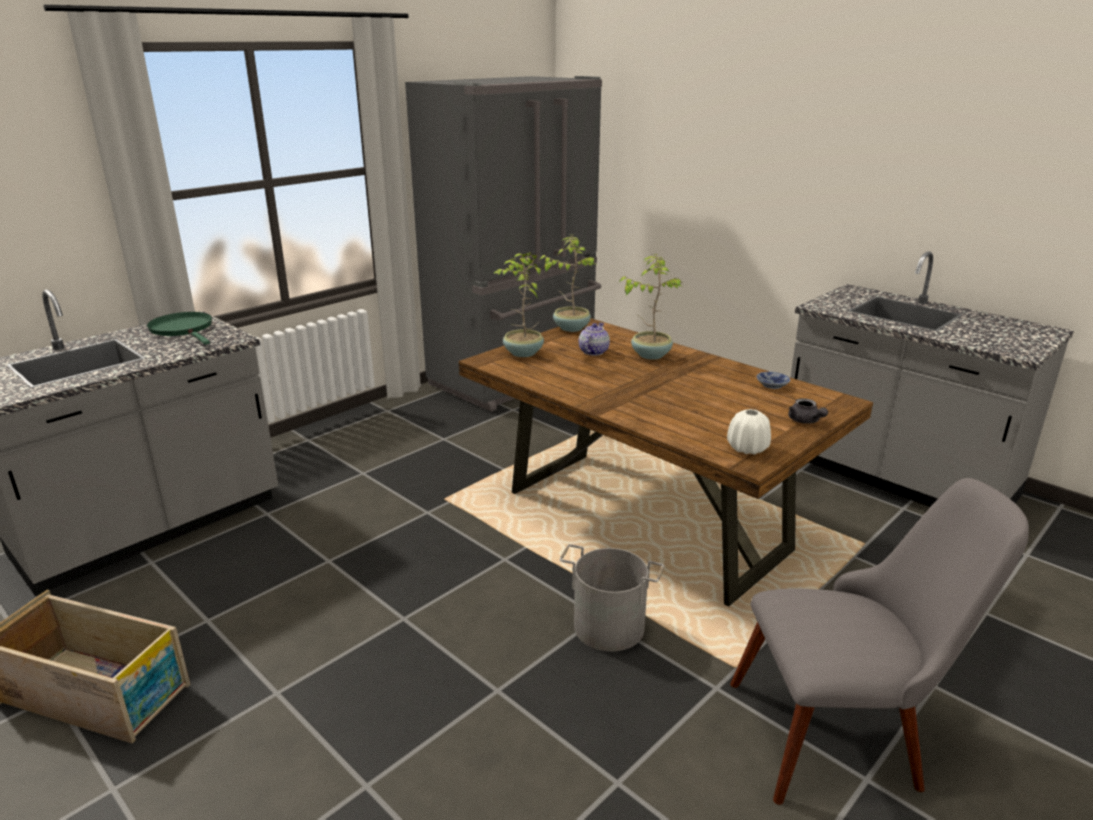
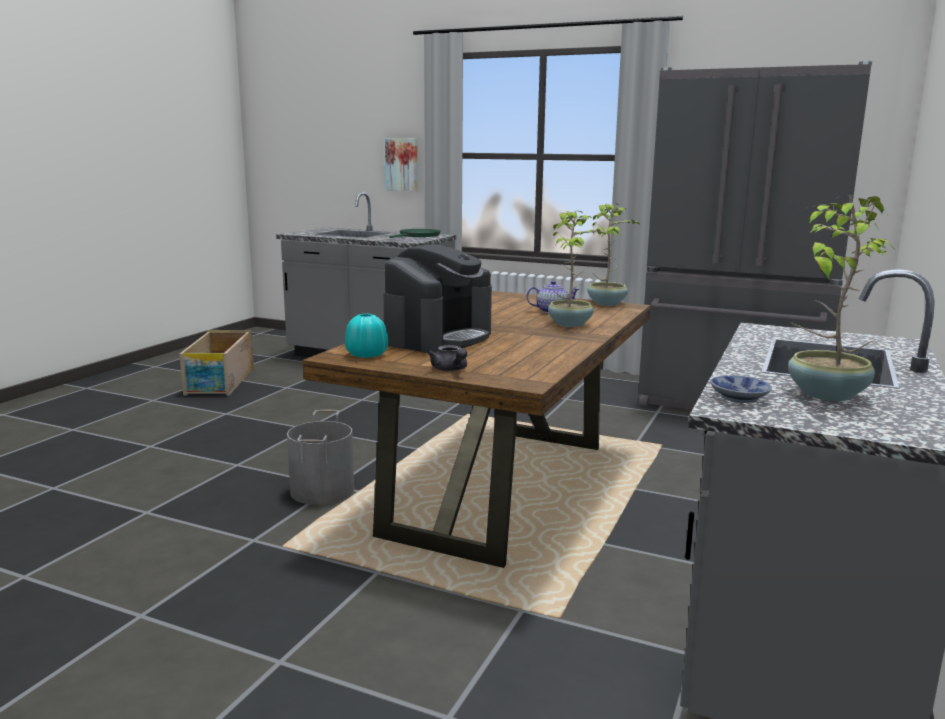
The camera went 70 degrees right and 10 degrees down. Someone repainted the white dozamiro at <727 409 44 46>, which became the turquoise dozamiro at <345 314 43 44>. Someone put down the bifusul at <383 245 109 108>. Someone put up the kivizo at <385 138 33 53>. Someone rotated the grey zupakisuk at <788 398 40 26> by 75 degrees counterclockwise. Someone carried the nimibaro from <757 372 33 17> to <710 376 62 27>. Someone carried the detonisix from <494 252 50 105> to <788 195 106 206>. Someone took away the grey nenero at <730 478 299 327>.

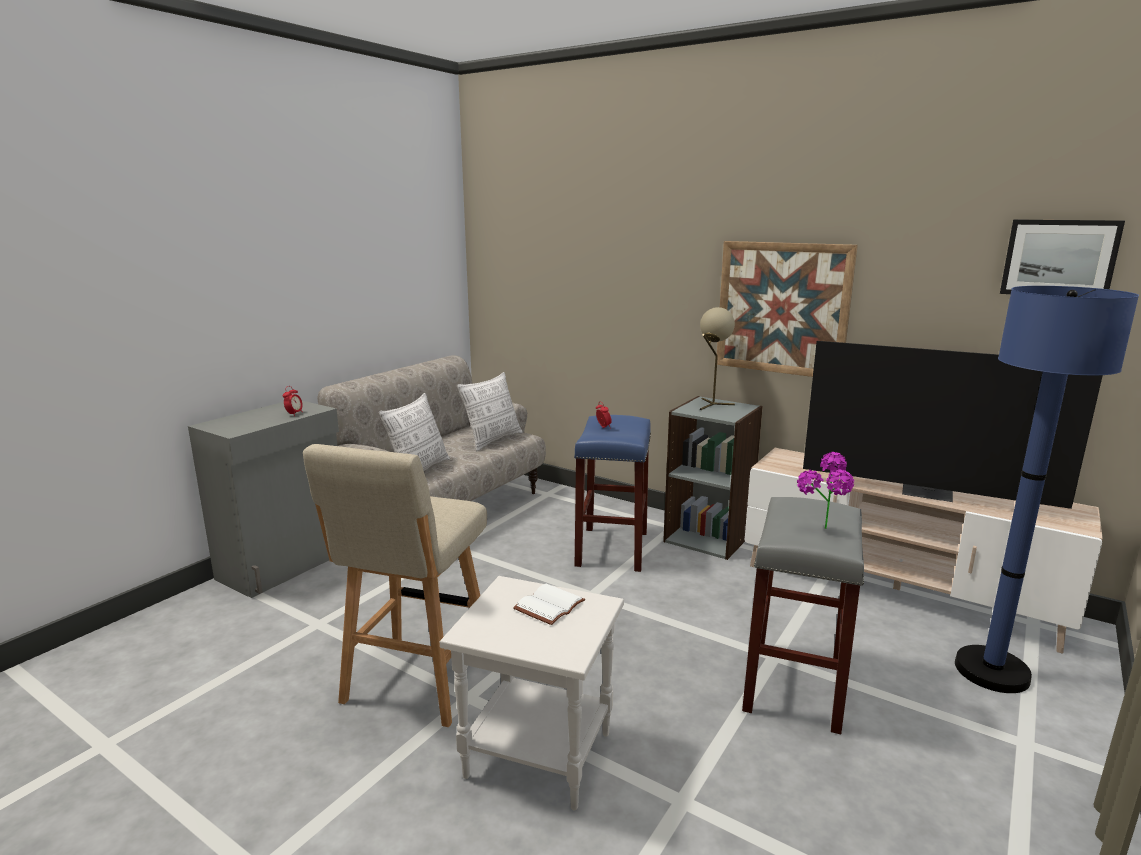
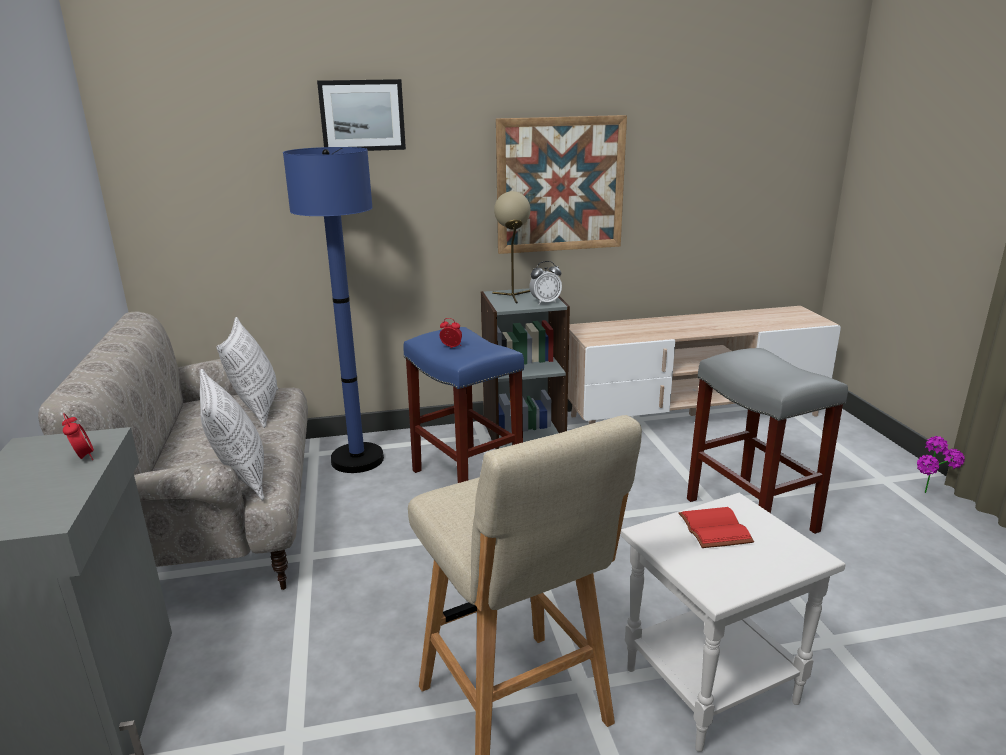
The camera went 45 degrees left and 5 degrees up. Someone carried the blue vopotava from <955 286 184 407> to <283 147 101 326>. Someone carried the kivizo from <1000 219 125 75> to <317 79 89 72>. Someone put down the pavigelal at <529 261 33 44>. Someone repainted the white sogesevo at <513 584 72 41>, which became the red sogesevo at <678 507 76 41>. Someone carried the detonisix from <797 452 57 77> to <917 436 48 57>. Someone took away the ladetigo at <803 341 300 168>.

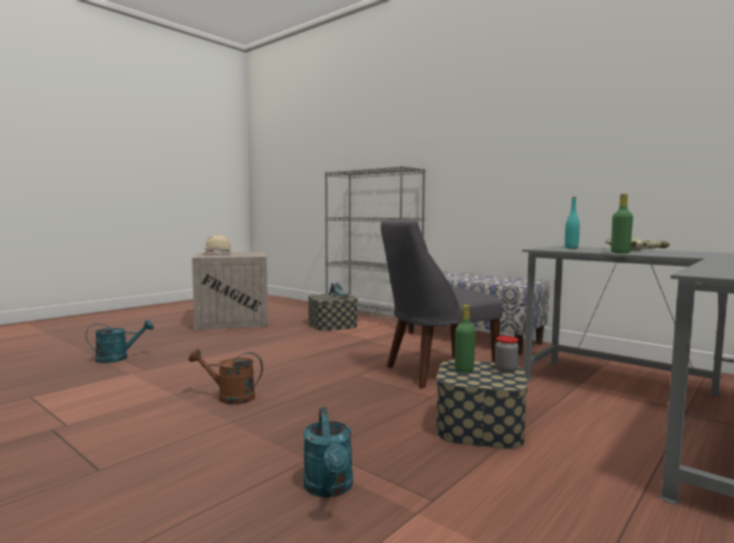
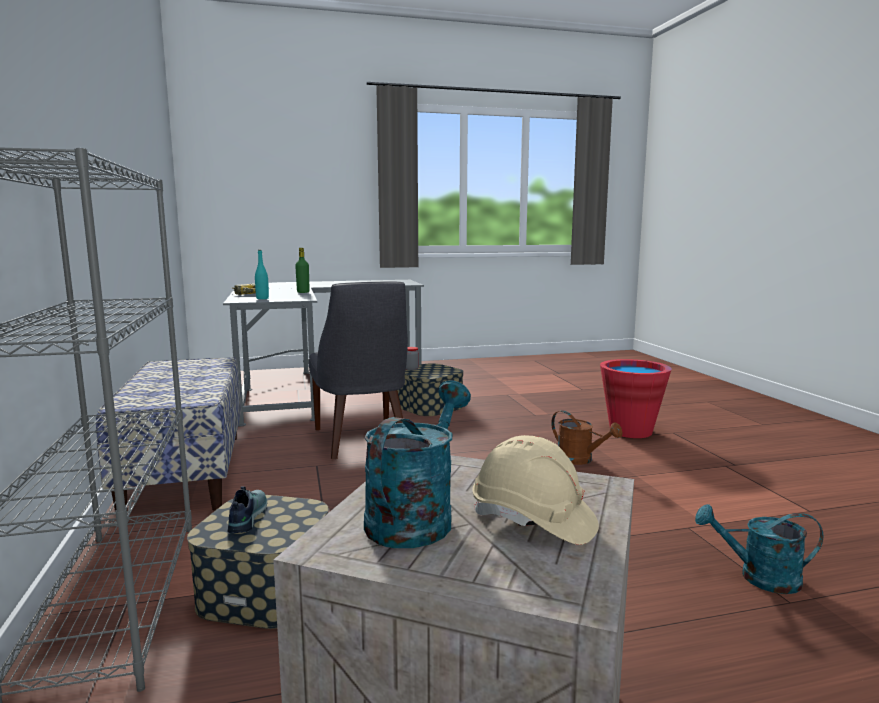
The camera went 145 degrees left and 5 degrees up. Someone rotated the grey nenero at <381 219 122 169> by 60 degrees clockwise. Someone carried the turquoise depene from <303 407 50 91> to <364 380 107 168>. Someone put down the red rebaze at <600 359 72 79>. Someone took away the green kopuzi at <455 305 21 68>.

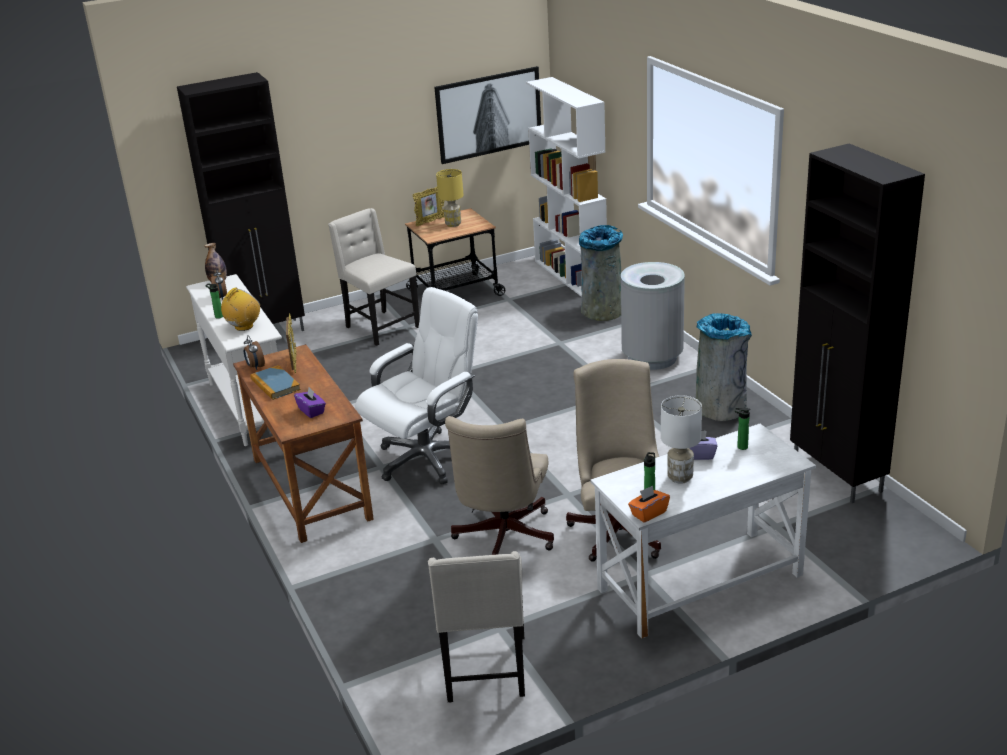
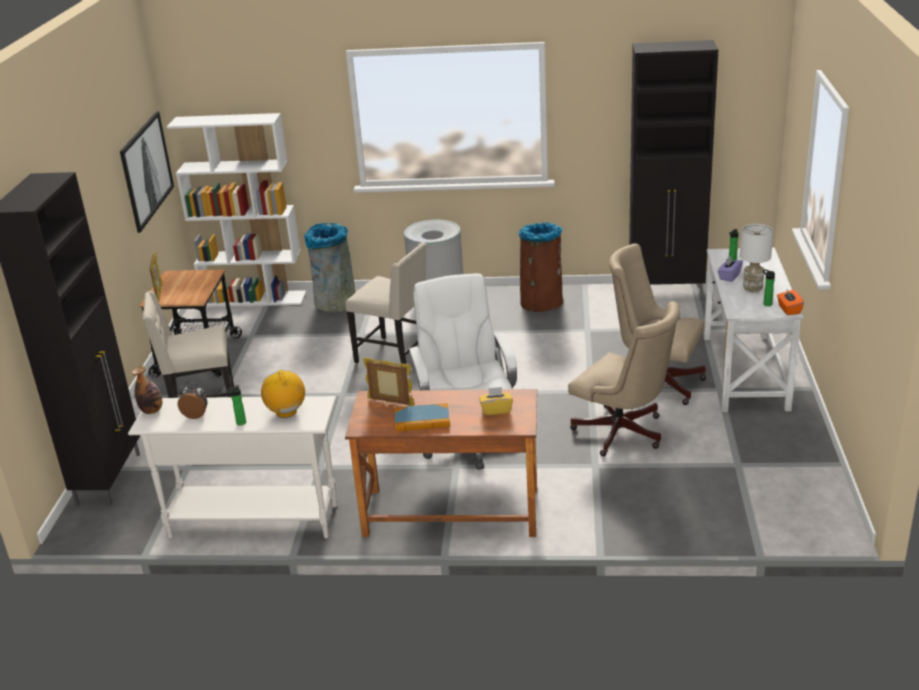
The camera went 60 degrees left and 0 degrees up. Someone carried the beige nenero from <428 551 97 152> to <345 242 82 122>. Someone repainted the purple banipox at <294 388 32 30>, which became the yellow banipox at <479 387 34 28>. Someone repainted the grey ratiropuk at <696 313 56 108>, which became the brown ratiropuk at <518 222 45 90>. Someone took away the pavigelal at <244 335 21 35>. Someone took away the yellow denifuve at <436 169 28 58>.

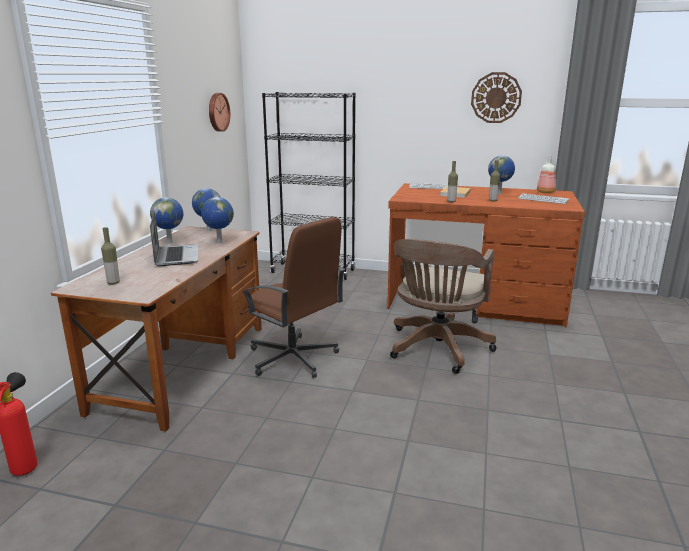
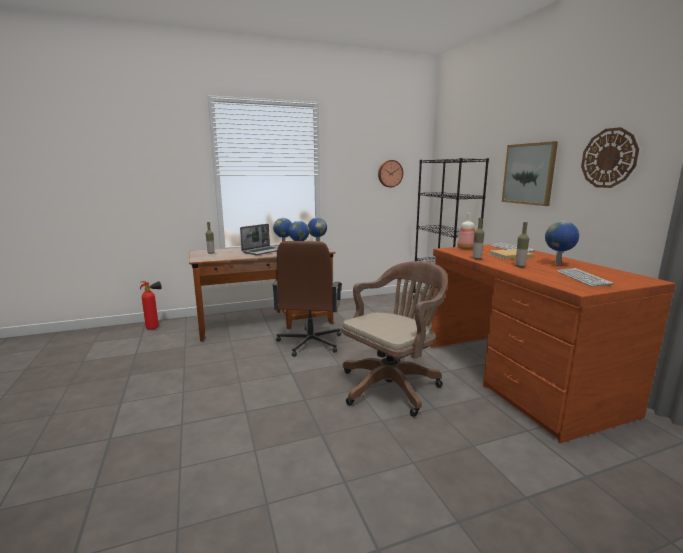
The camera went 55 degrees right and 5 degrees down. Someone rotated the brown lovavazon at <390 239 107 135> by 150 degrees clockwise. Someone carried the kopuzi from <537 155 19 38> to <457 213 18 37>. Someone put up the kivizo at <502 141 56 65>.

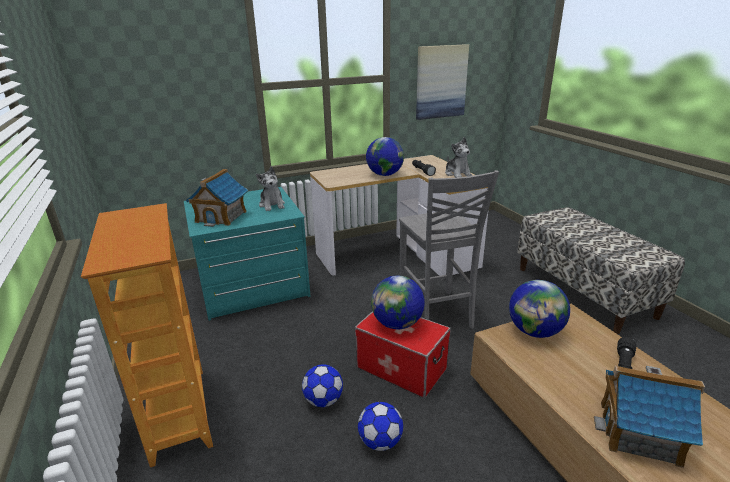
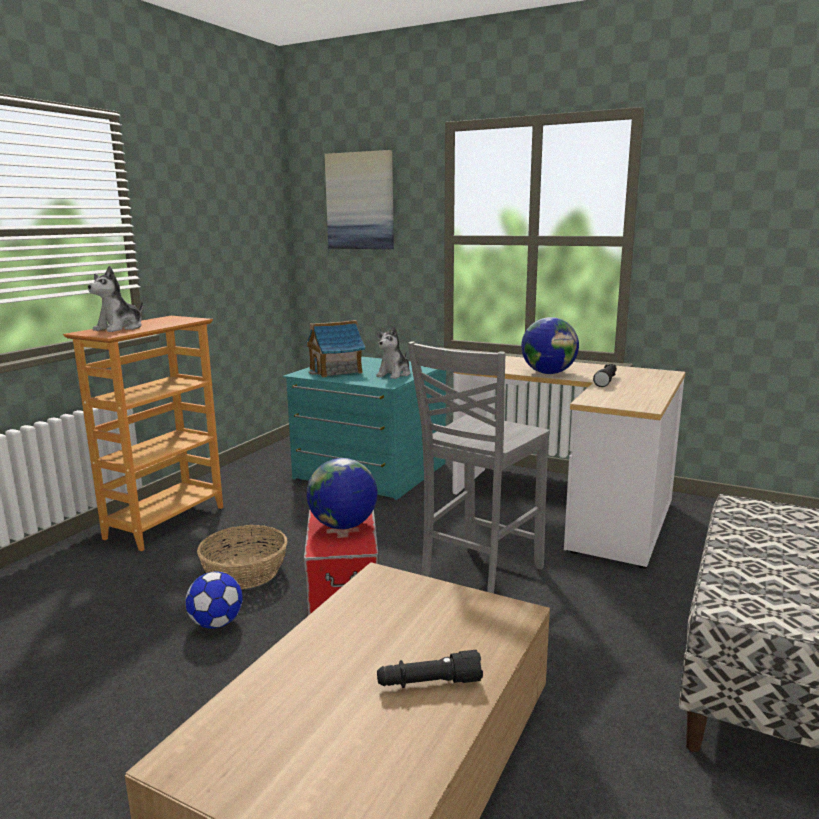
The camera went 50 degrees right and 10 degrees down. Someone carried the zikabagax from <445 137 27 40> to <88 266 55 66>. Someone swapped the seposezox at <302 365 41 42> for the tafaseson at <197 525 91 64>. Someone carried the kivizo from <416 44 53 76> to <325 150 69 99>. Someone took away the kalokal at <509 280 61 58>. Someone took away the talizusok at <594 366 111 102>.

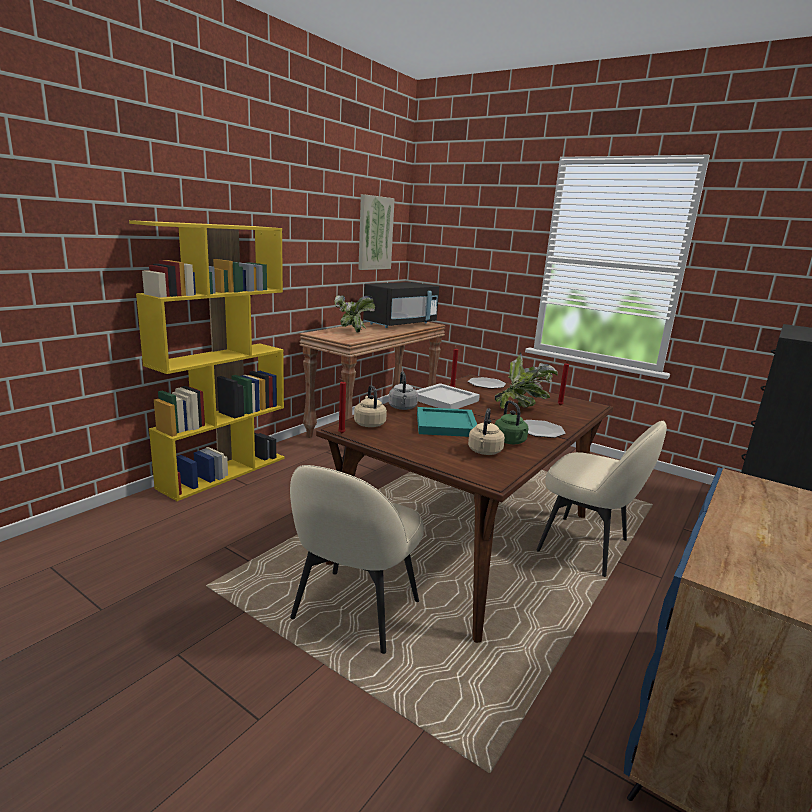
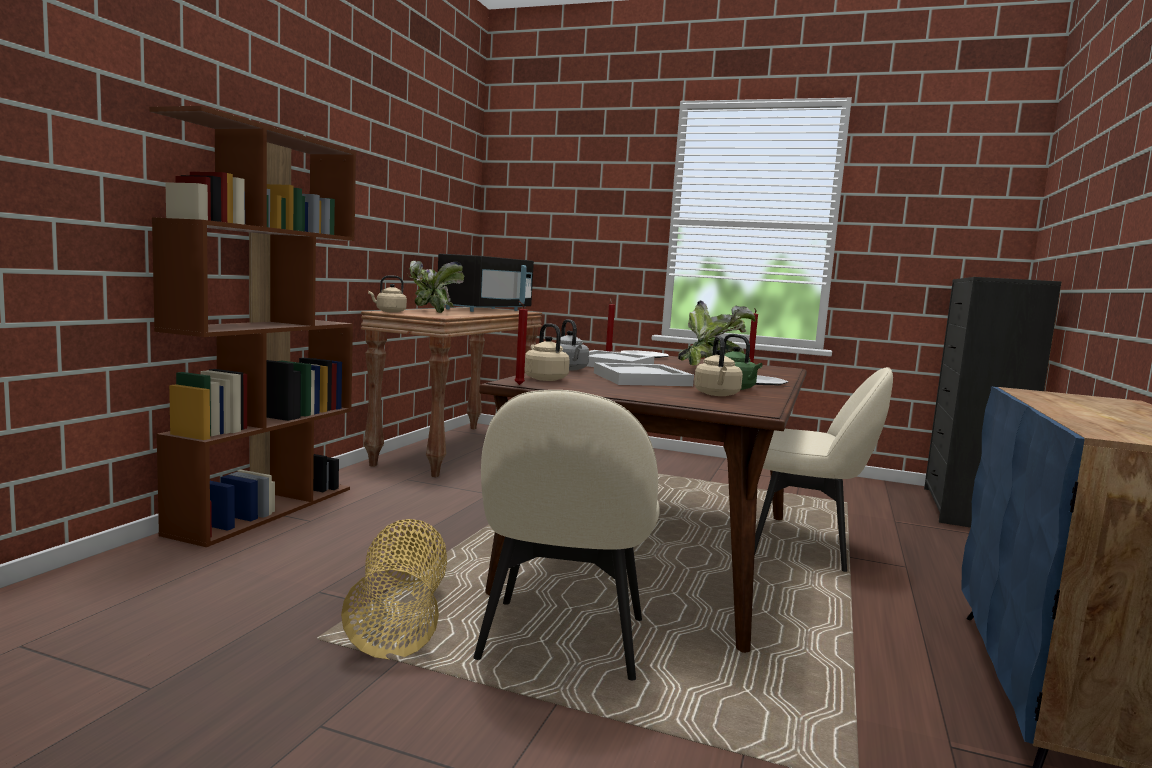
The camera went 15 degrees left and 10 degrees down. Someone repainted the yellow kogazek at <129 220 156 281>, which became the brown kogazek at <149 106 207 441>. Someone put down the tafaseson at <341 519 106 141>. Someone put down the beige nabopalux at <368 276 39 37>. Someone repainted the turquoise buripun at <417 407 60 30>, which became the white buripun at <594 362 100 24>. Someone took away the kivizo at <358 194 37 76>.

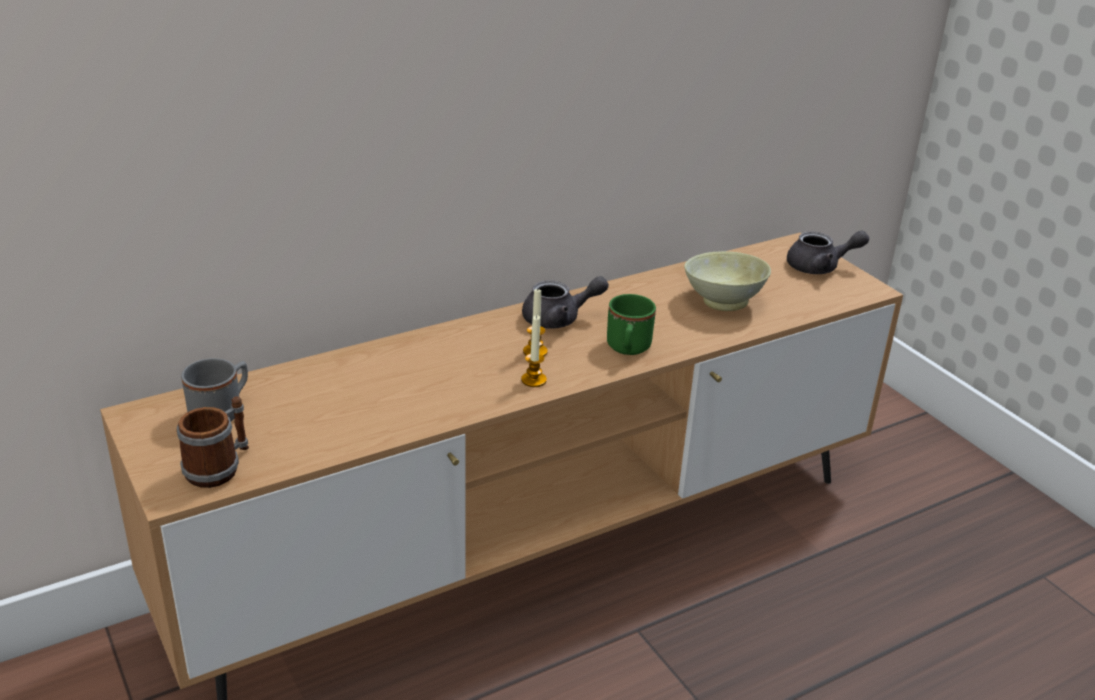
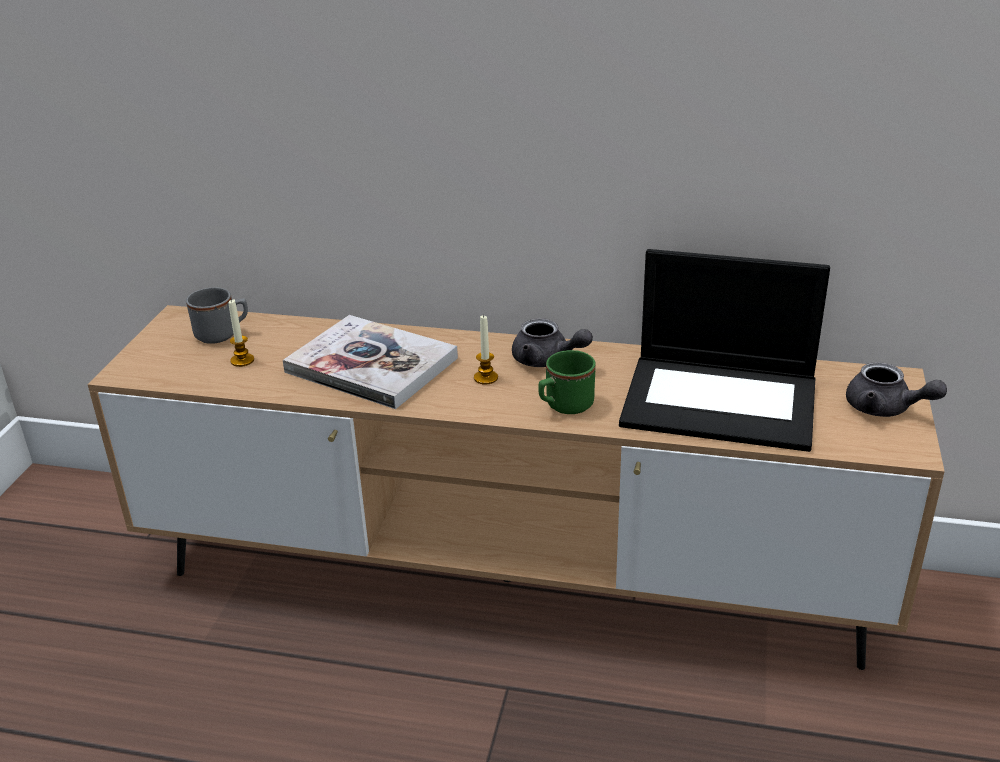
The camera went 45 degrees right and 0 degrees up. Someone carried the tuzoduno from <521 315 26 72> to <229 299 25 68>. Someone put down the sogesevo at <283 315 175 94>. Someone swapped the beige nimibaro at <684 251 87 60> for the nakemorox at <619 249 211 203>. Someone took away the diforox at <177 396 72 92>.

